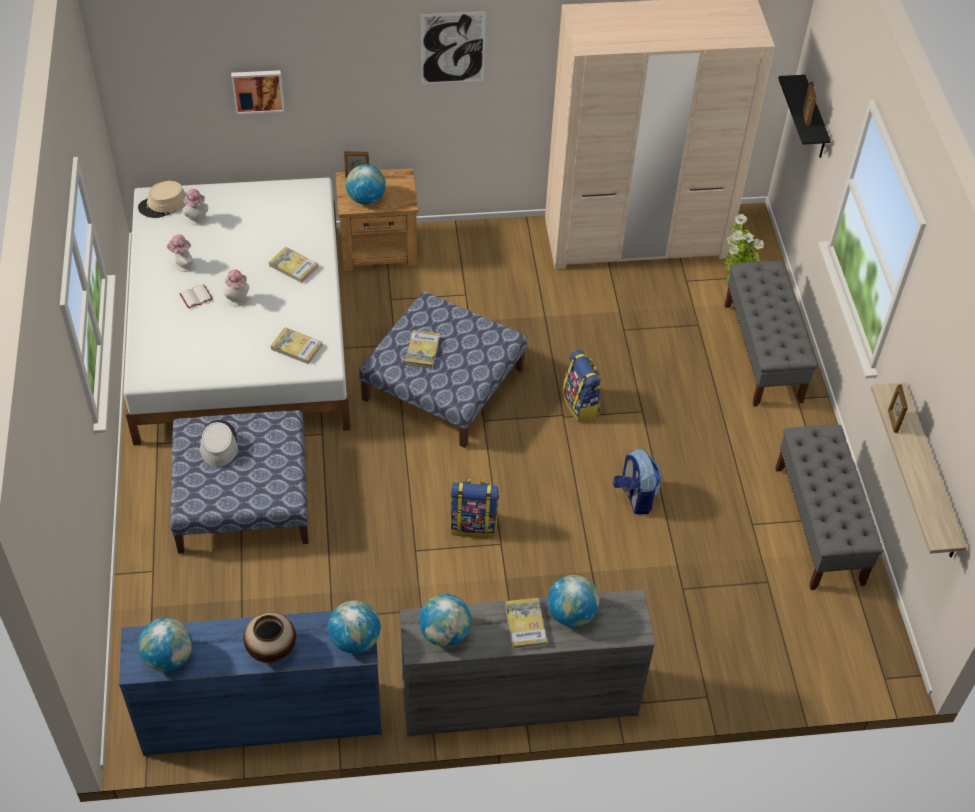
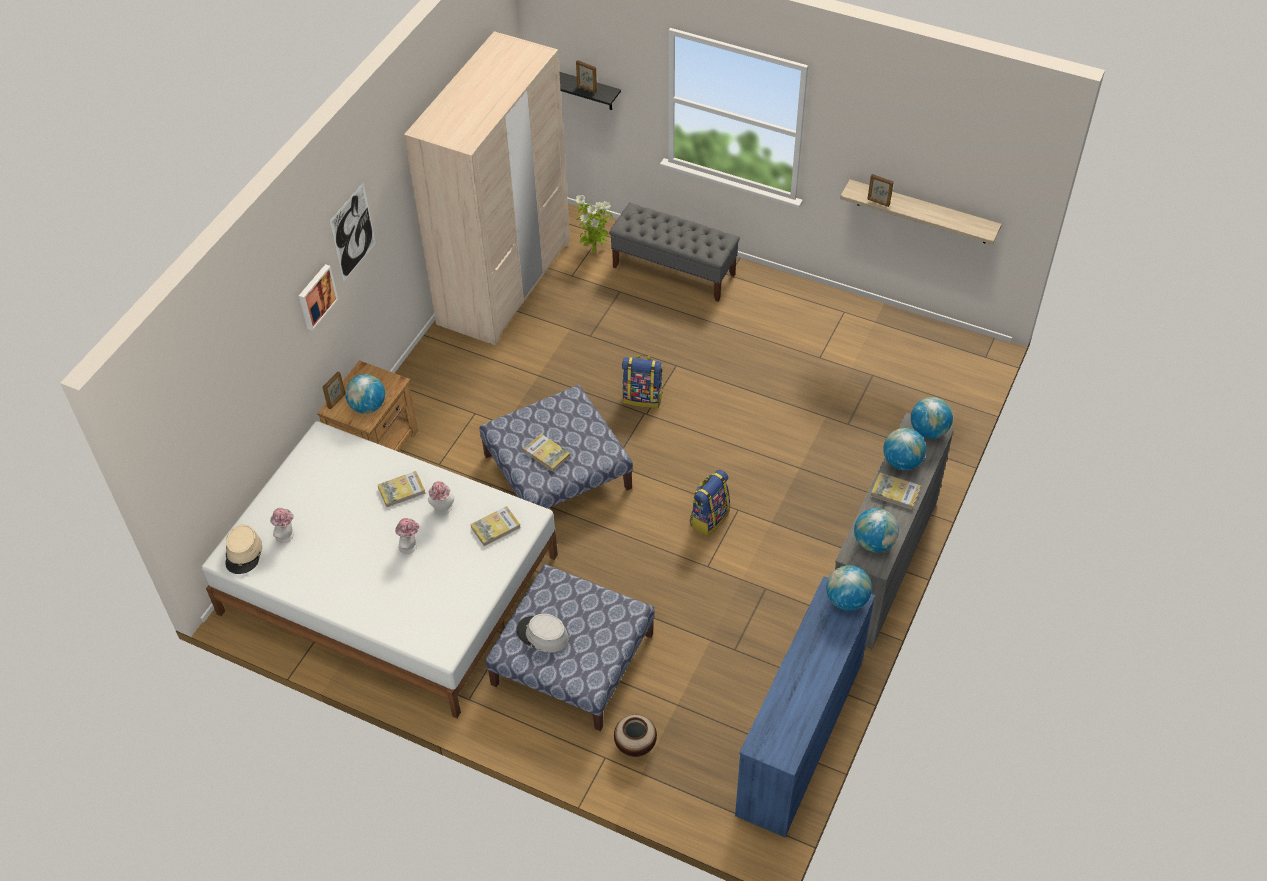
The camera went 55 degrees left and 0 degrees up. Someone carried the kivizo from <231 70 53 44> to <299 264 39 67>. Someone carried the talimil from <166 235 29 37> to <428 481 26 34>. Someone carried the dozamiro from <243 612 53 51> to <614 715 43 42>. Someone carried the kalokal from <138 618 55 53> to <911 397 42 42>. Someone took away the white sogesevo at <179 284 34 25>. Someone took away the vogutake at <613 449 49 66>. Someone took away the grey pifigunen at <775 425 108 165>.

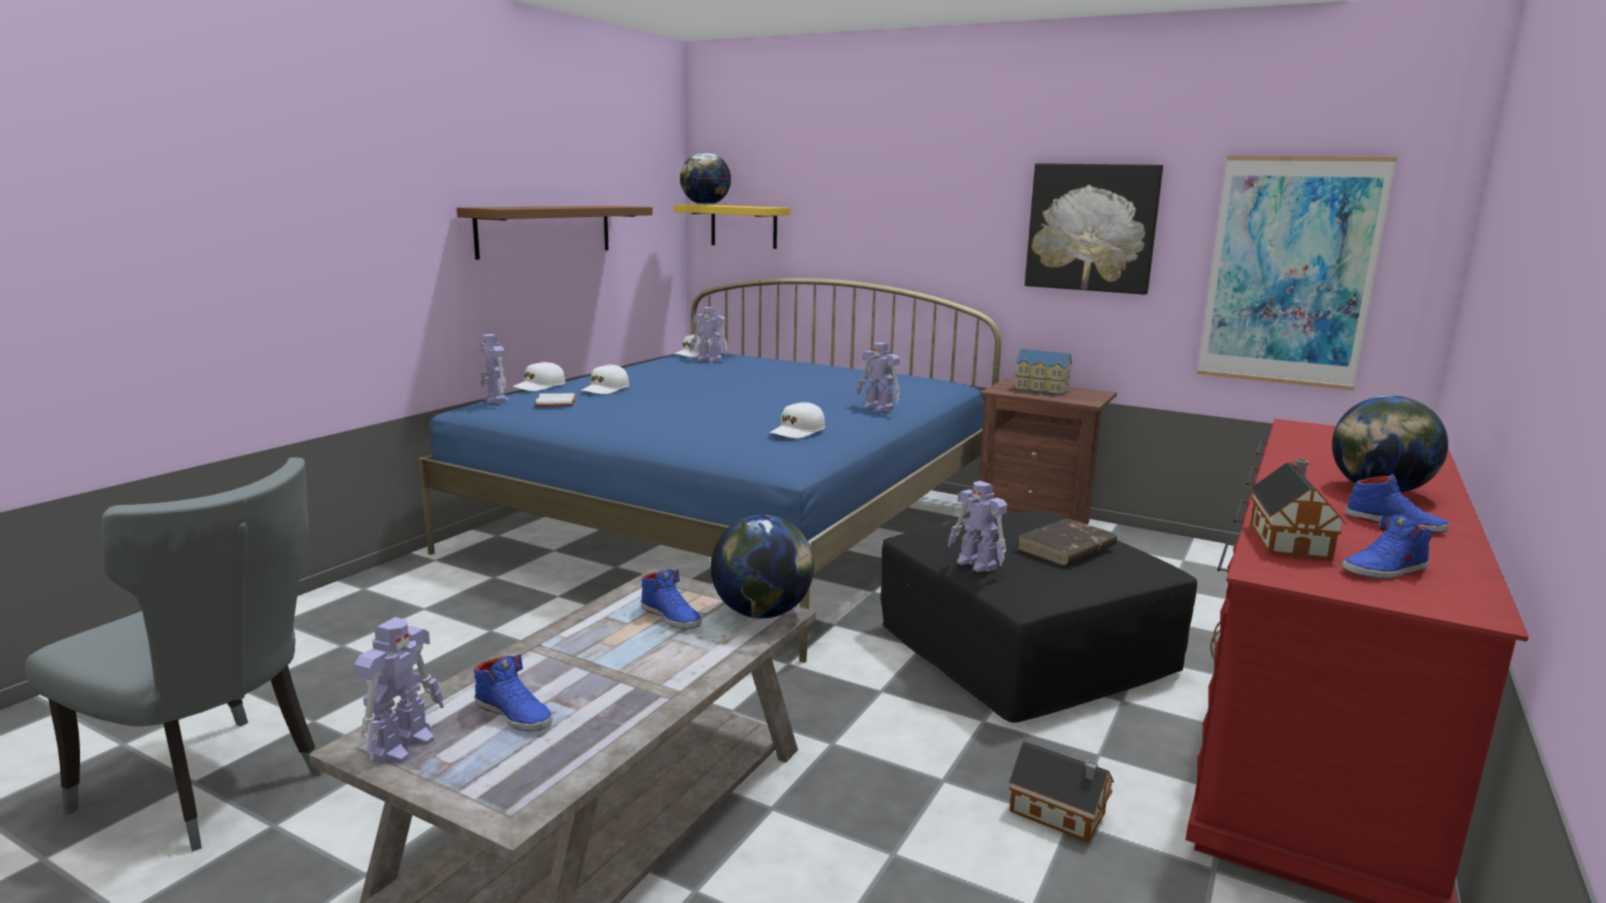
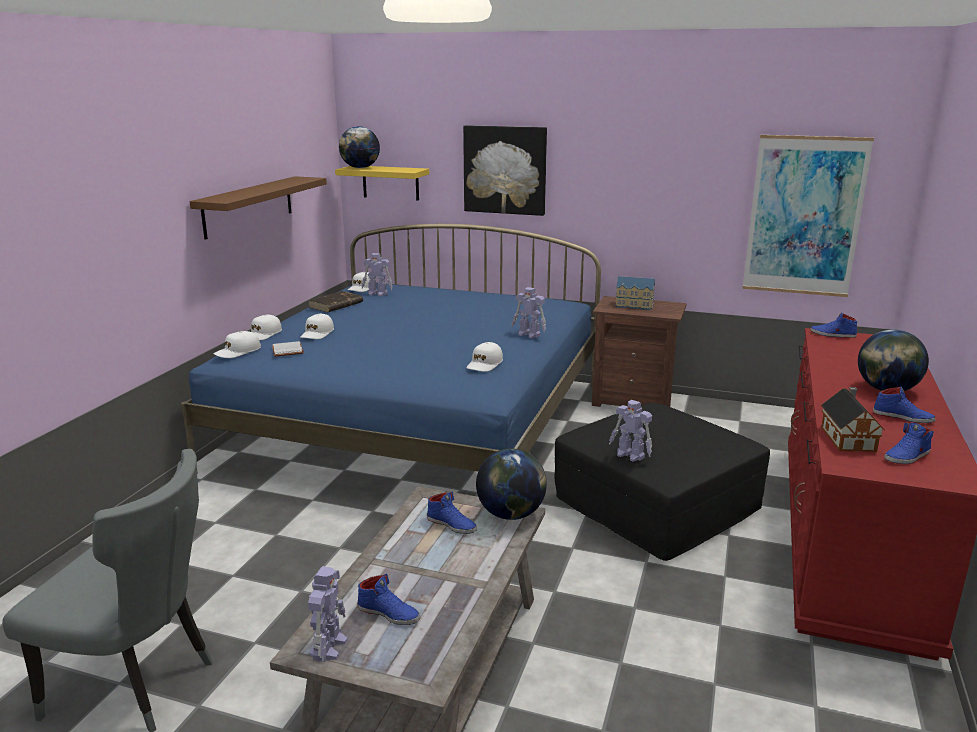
The camera went 10 degrees left and 5 degrees up. Someone swapped the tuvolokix at <480 334 29 69> for the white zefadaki at <213 331 48 27>. Someone carried the brown sogesevo from <1016 518 101 48> to <308 291 55 21>. Someone carried the kivizo from <1025 163 138 132> to <463 125 84 91>. Someone put down the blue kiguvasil at <811 313 46 25>. Someone took away the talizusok at <1009 741 105 101>.

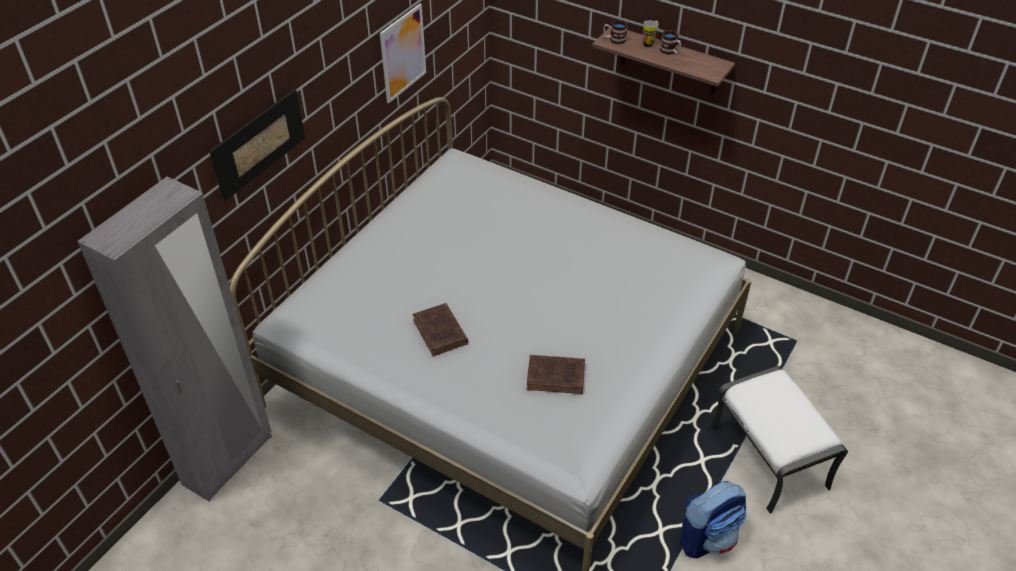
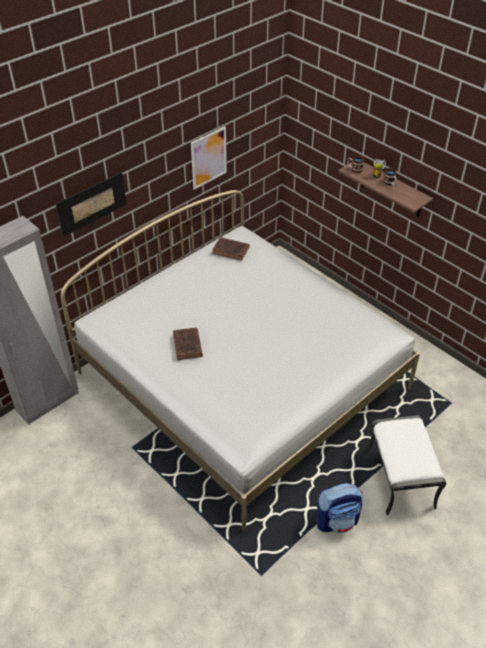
The camera went 15 degrees right and 0 degrees up. Someone carried the brown sogesevo from <527 355 58 39> to <212 237 37 24>.

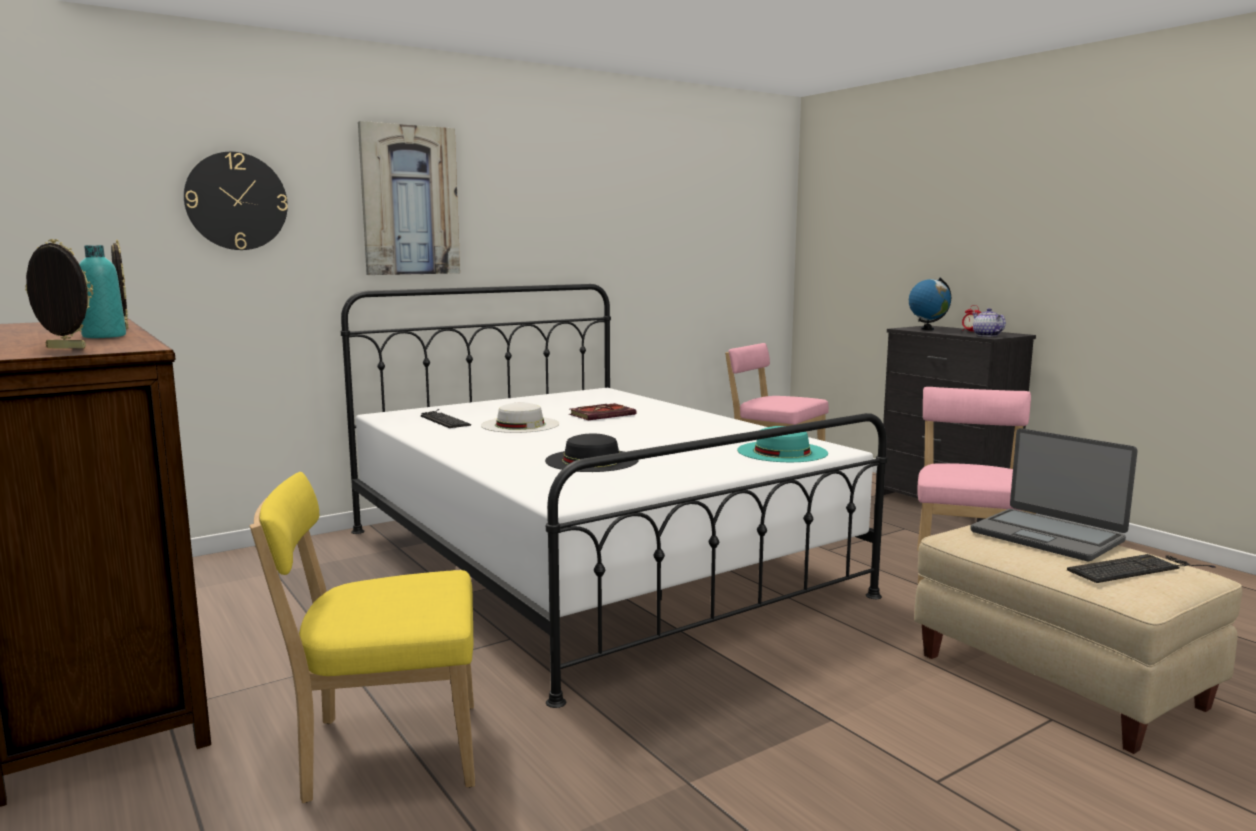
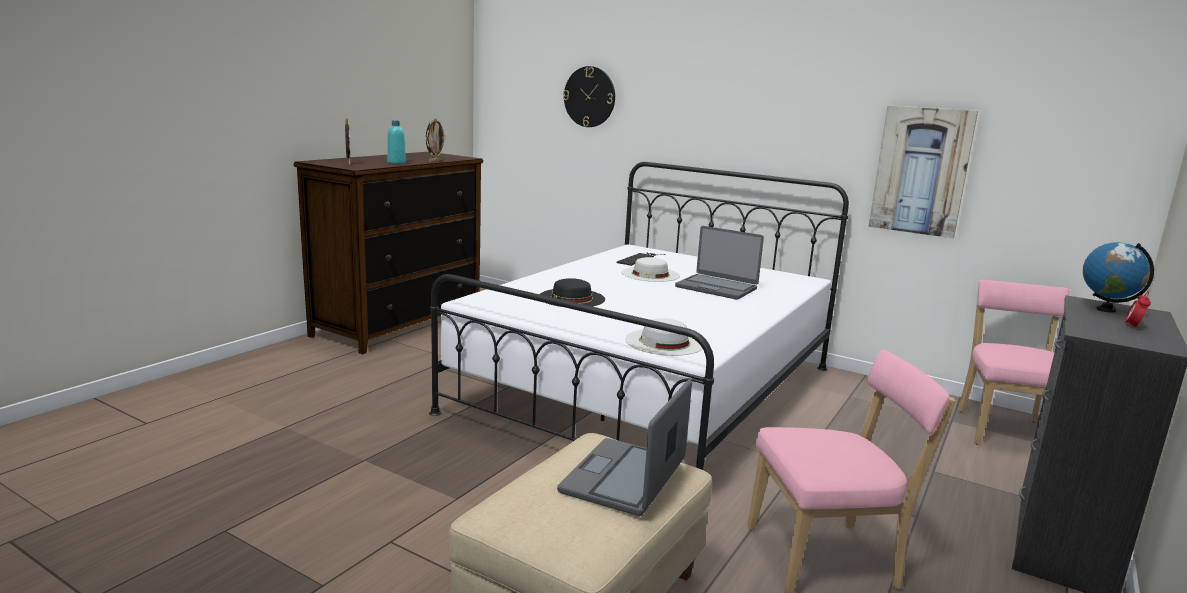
The camera went 65 degrees right and 5 degrees up. Someone repainted the turquoise talimil at <737 426 91 36>, which became the white talimil at <625 318 78 38>. Someone swapped the sogesevo at <569 403 67 17> for the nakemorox at <675 226 89 74>. Someone carried the kivizo from <358 121 102 154> to <869 106 109 132>. Someone took away the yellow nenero at <250 472 225 331>. Someone took away the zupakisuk at <973 308 33 29>. Someone took away the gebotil at <1067 554 149 29>.

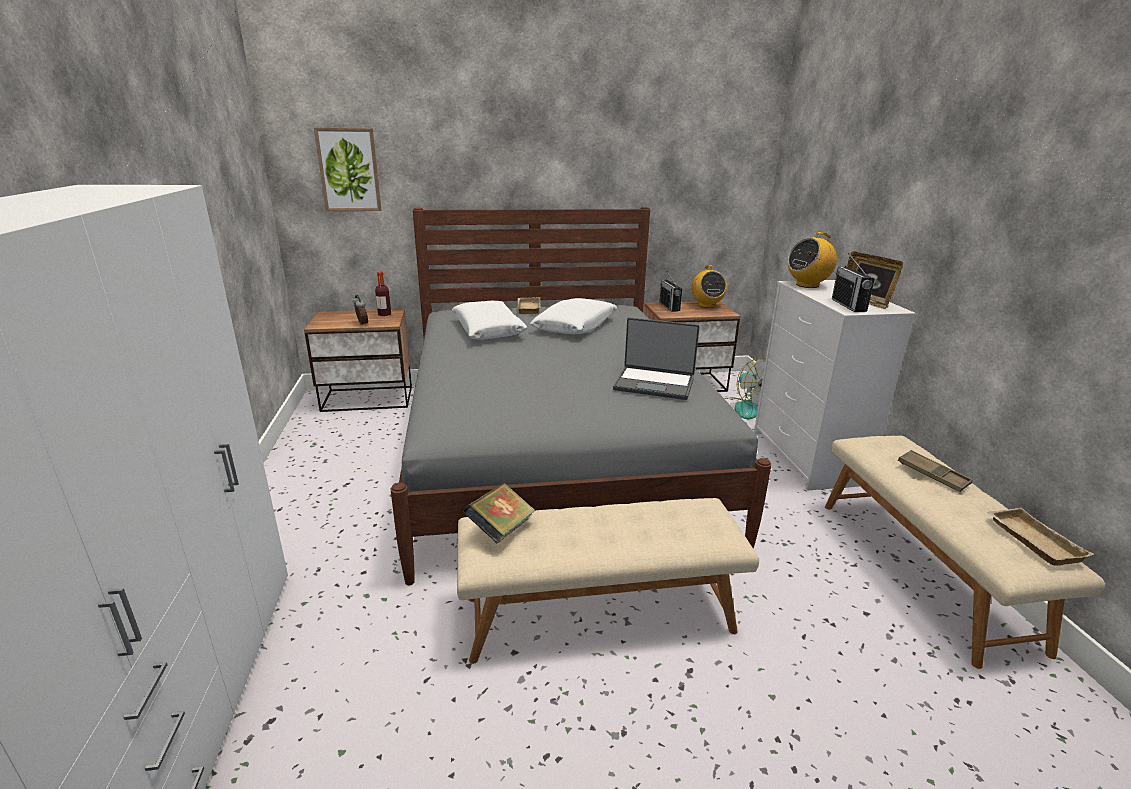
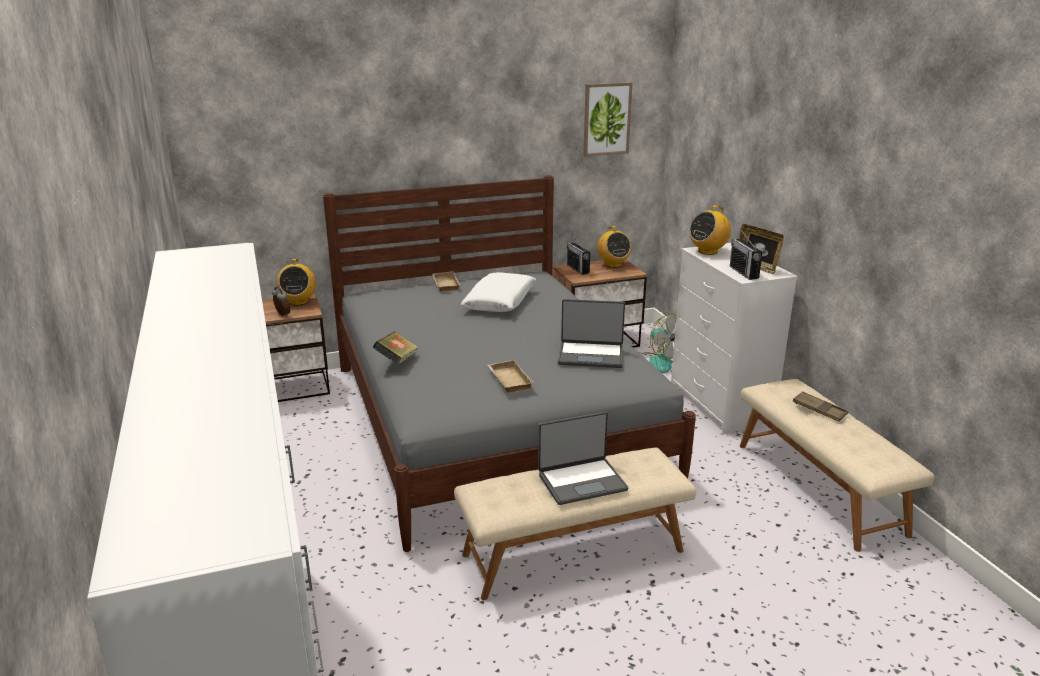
The camera went 10 degrees left and 0 degrees up. Someone swapped the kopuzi at <375 272 16 44> for the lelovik at <276 259 40 46>. Someone carried the sogesevo from <464 483 71 60> to <373 331 46 34>. Someone carried the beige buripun from <987 508 107 58> to <488 360 46 33>. Someone put down the nakemorox at <538 412 90 93>. Someone carried the kivizo from <314 128 68 83> to <583 82 49 75>. Someone took away the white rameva at <452 301 76 39>.

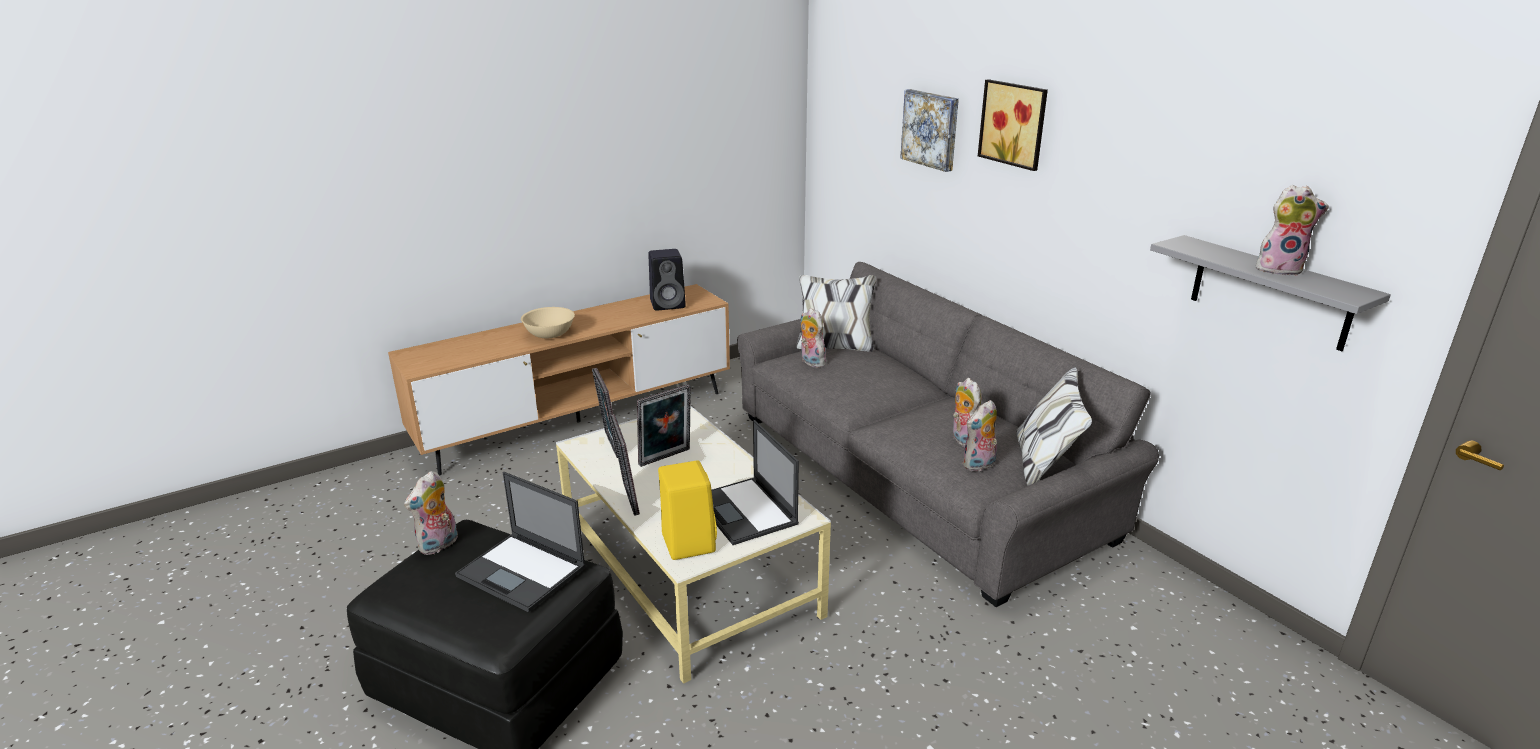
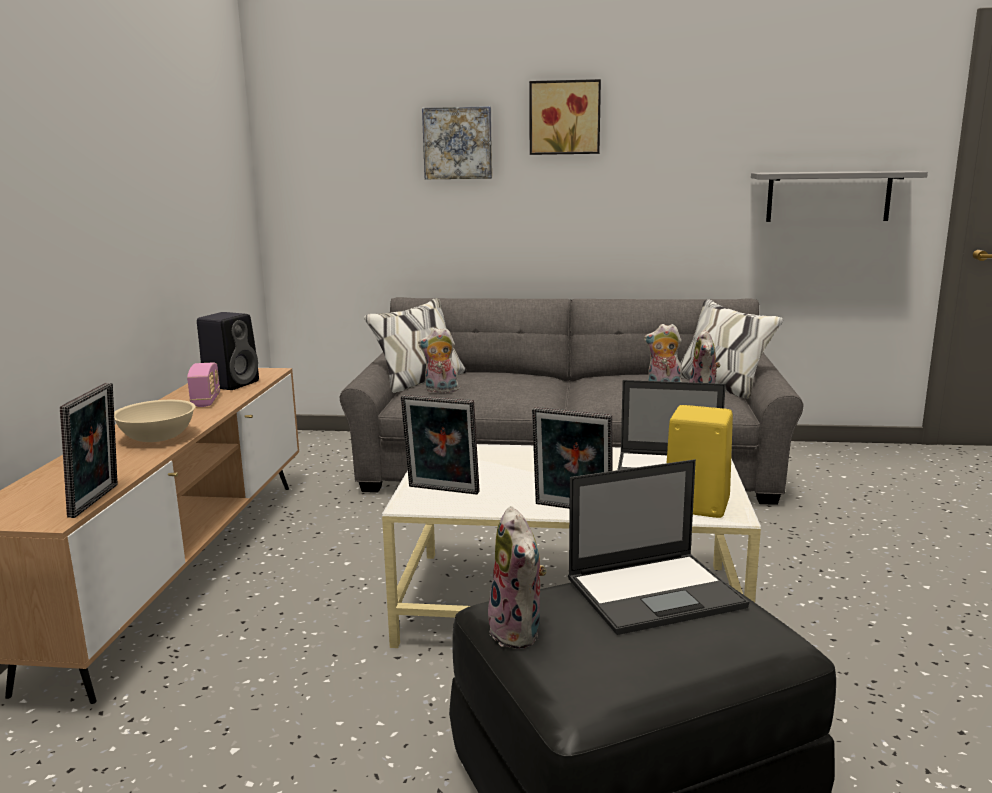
The camera went 50 degrees left and 10 degrees down. Someone carried the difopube from <637 384 54 83> to <60 383 58 135>. Someone put down the lelovik at <187 363 33 44>. Someone took away the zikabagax at <1256 185 73 90>.

